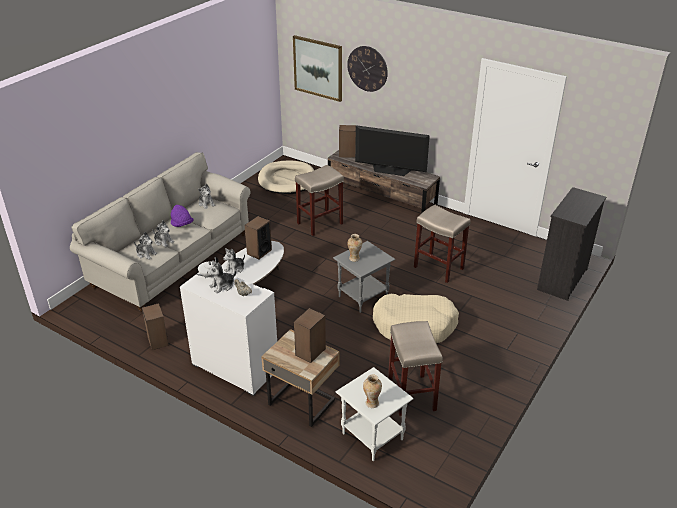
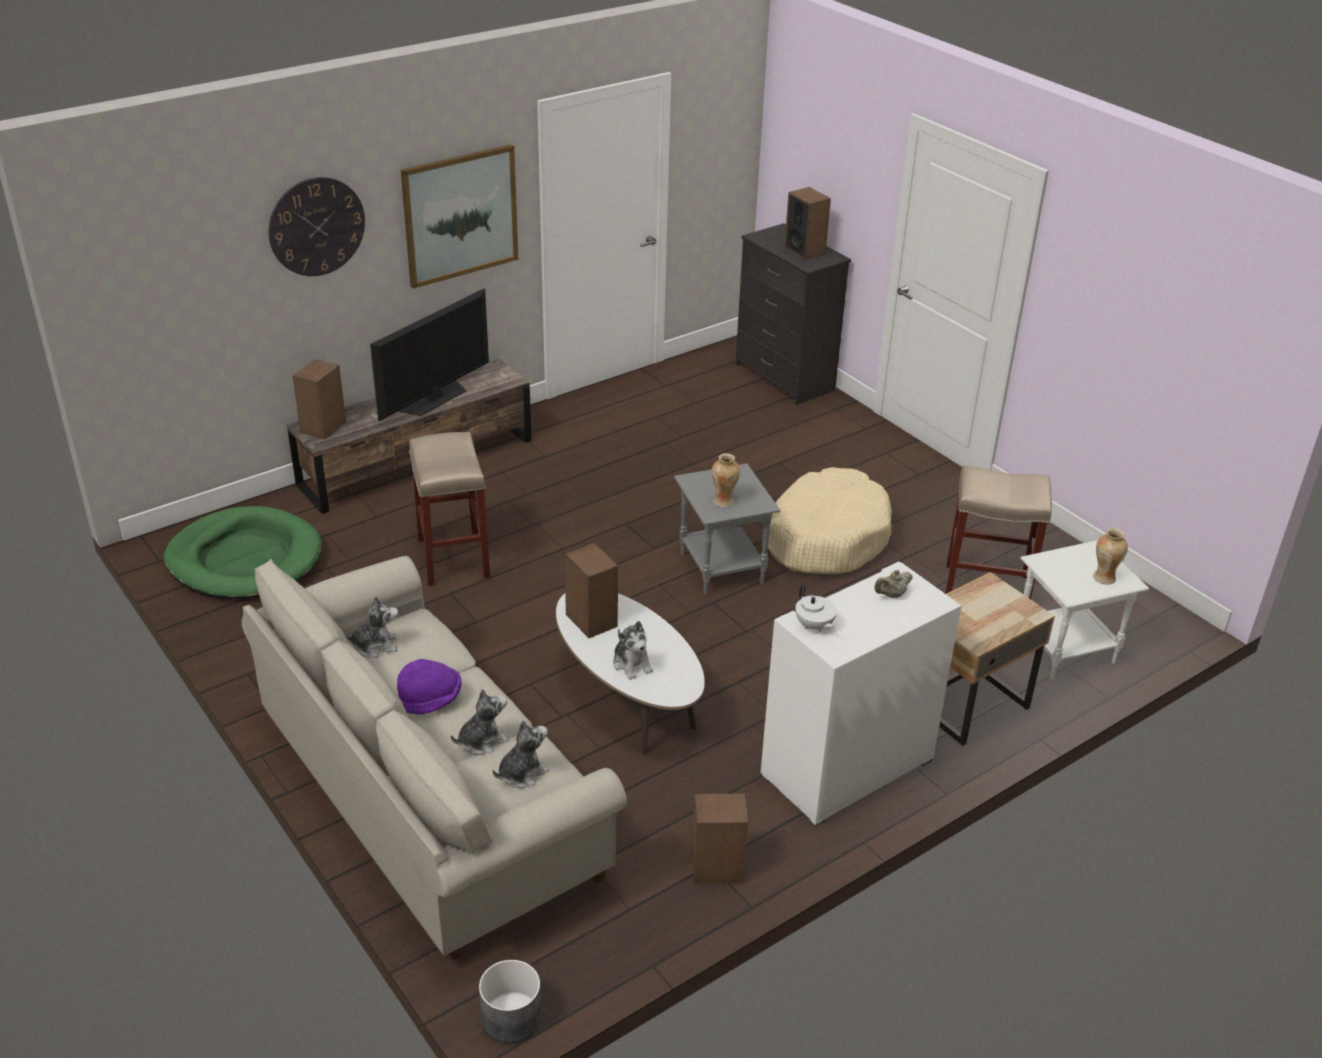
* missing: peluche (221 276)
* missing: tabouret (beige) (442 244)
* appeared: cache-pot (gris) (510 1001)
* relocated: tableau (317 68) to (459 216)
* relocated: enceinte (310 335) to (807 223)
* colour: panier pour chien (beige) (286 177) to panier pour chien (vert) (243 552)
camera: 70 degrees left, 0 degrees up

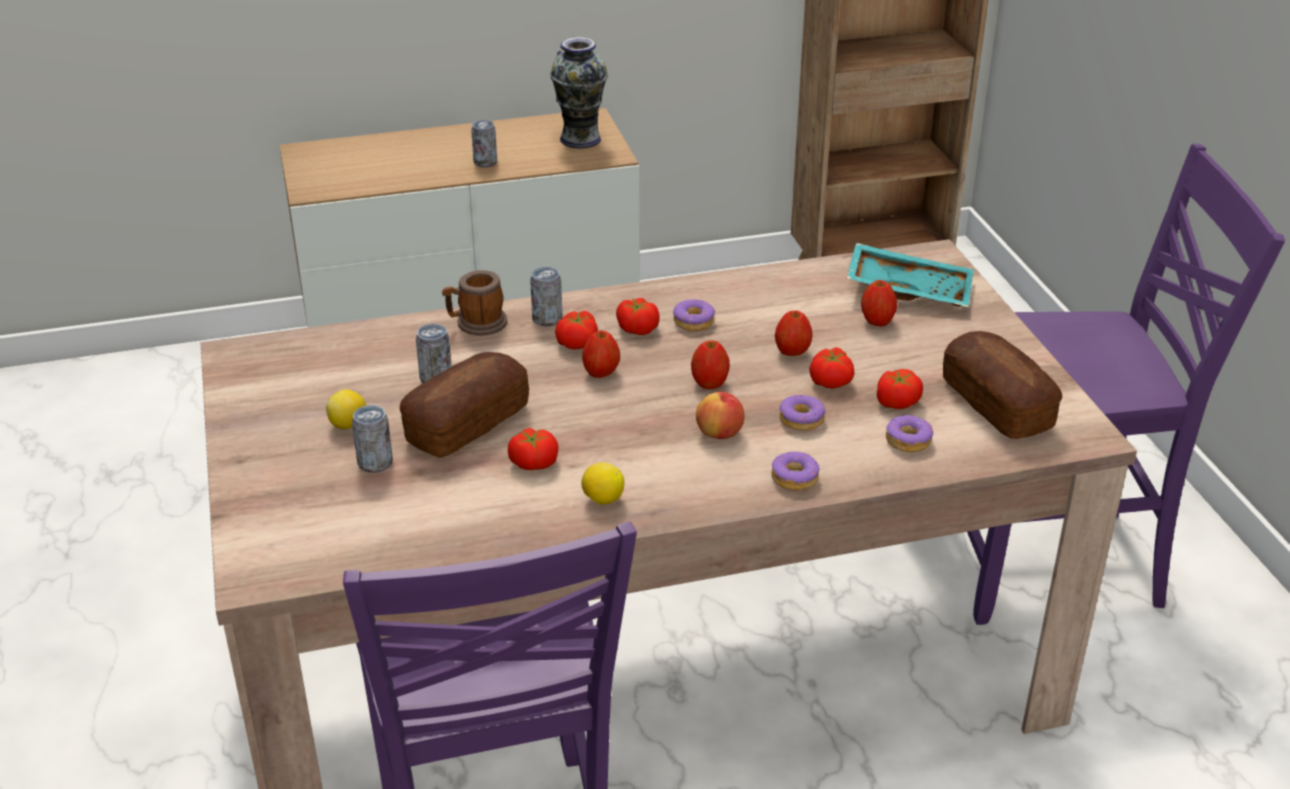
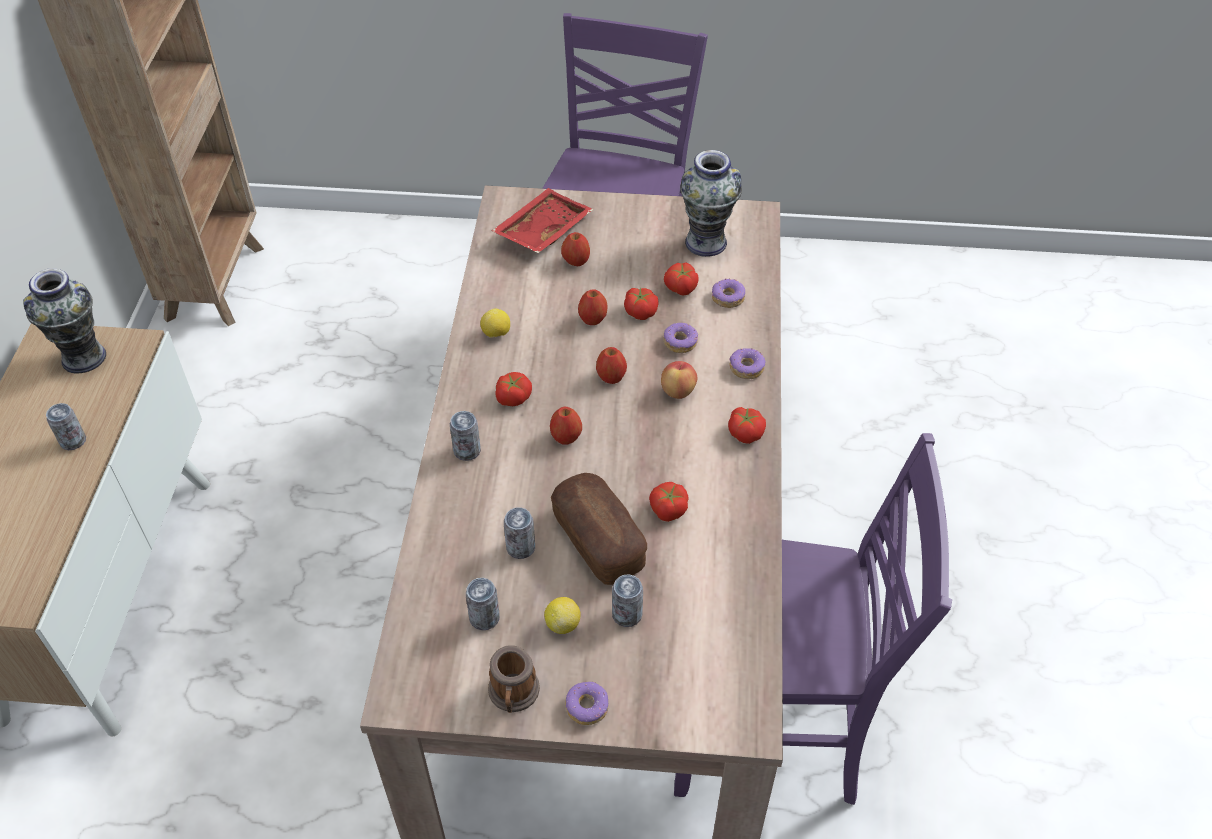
* appeared: boîte métallique (483 604)
* relocated: mug (474 303) to (514 679)
* relocated: tomate (576 330) to (747 425)
* relocated: citron (602 483) to (495 323)
* relocated: beignet (694 315) to (586 703)
* exchanged: pain (1002 385) to vase (711 203)
* colour: plateau (turquoise) (910 275) to plateau (rouge) (543 220)
camera: 70 degrees left, 15 degrees up

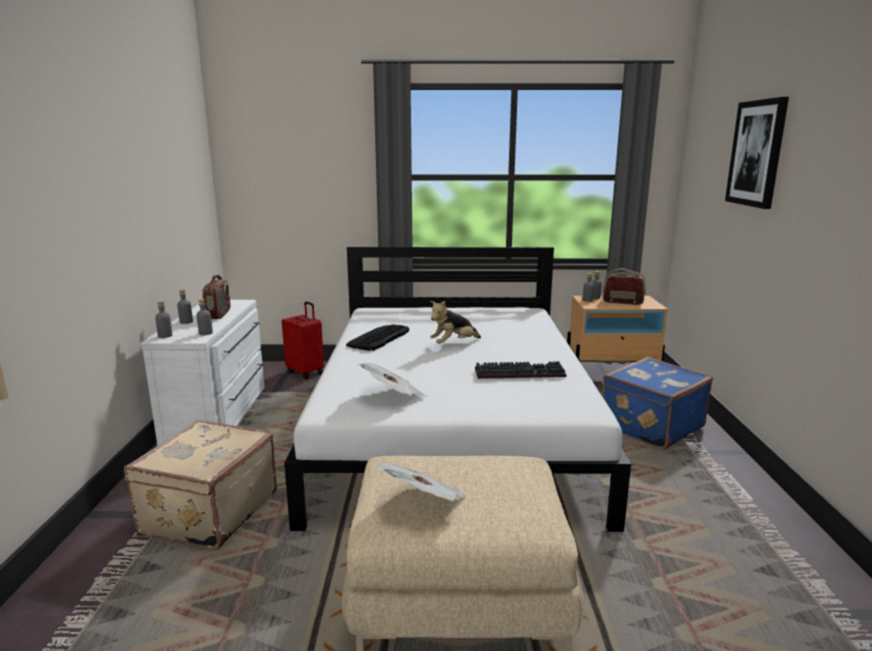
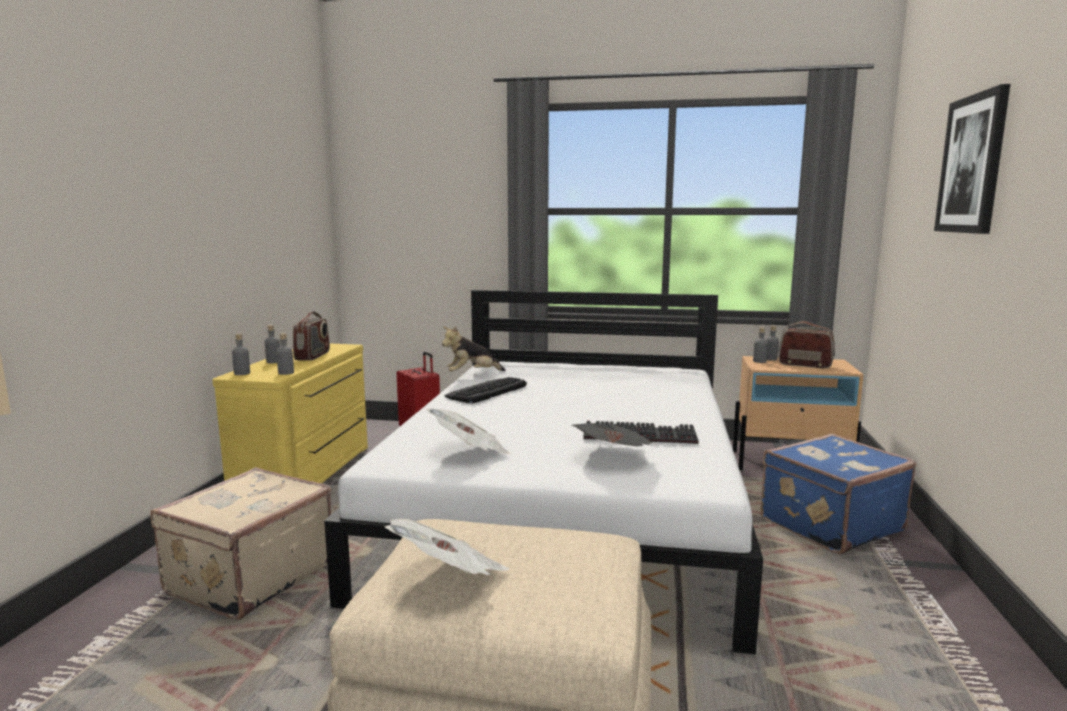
* appeared: journal (612 434)
* relocated: peluche (455 322) to (474 349)
* colour: commode (blanc) (203 373) to commode (jaune) (290 413)
camera: 10 degrees right, 5 degrees down

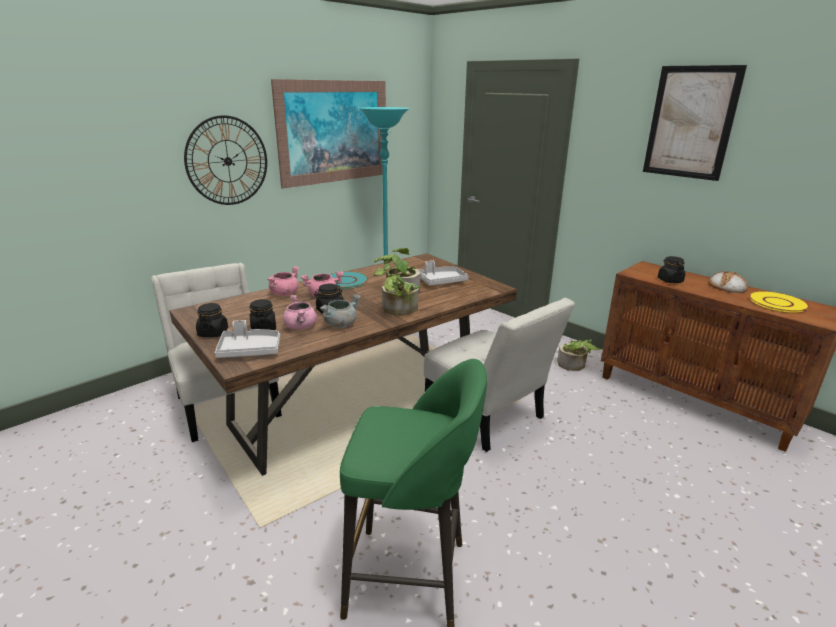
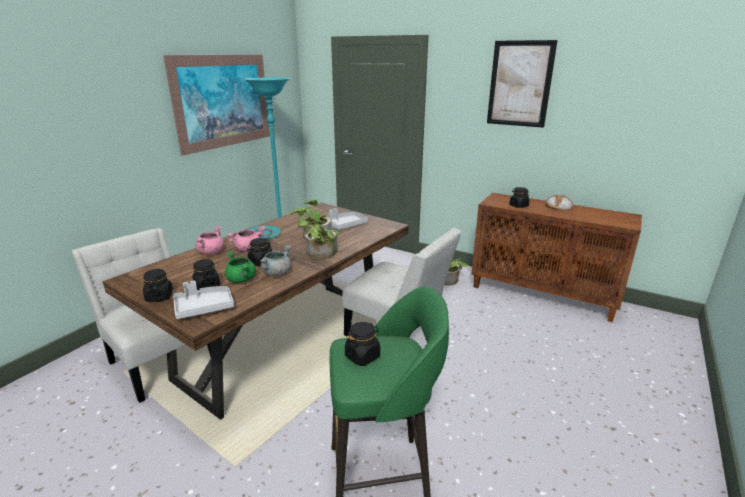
* missing: horloge murale (225 160)
* missing: assiette (jaune) (779 302)
* appeared: bocal (noir) (362 344)
* colour: marmite (rose) (300 311) to marmite (vert) (240 267)
camera: 15 degrees left, 0 degrees up

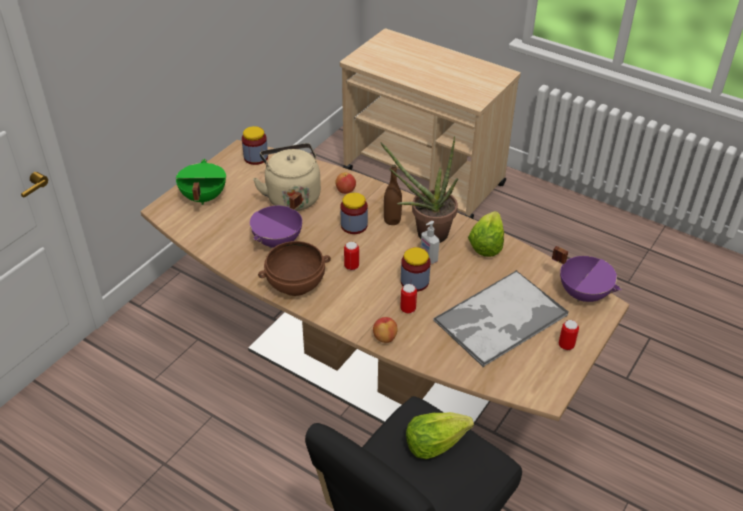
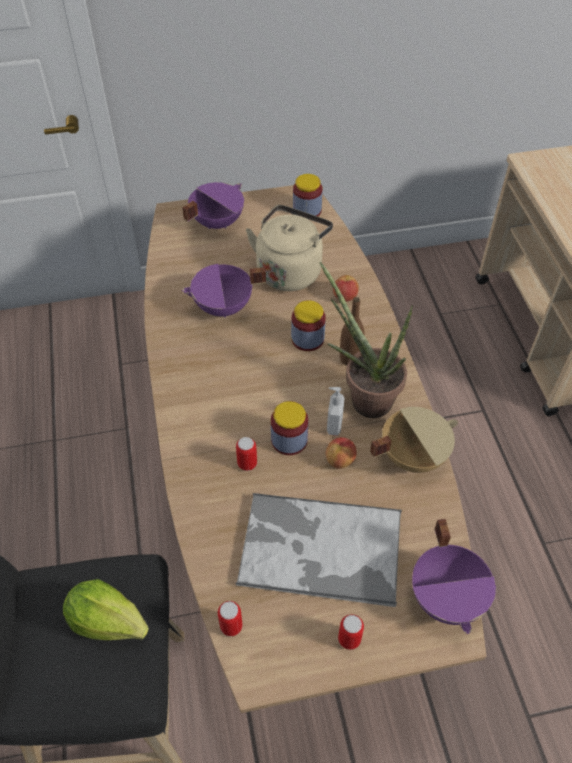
* missing: bol (marron) (294 268)
* relocated: boîte métallique (351 256) to (230 618)
* relocated: pomme (385 330) to (341 453)
* exchanged: laitue (486 234) to marmite (beige) (414 440)
* colour: marmite (vert) (201 182) to marmite (violet) (213 205)
camera: 45 degrees right, 10 degrees up

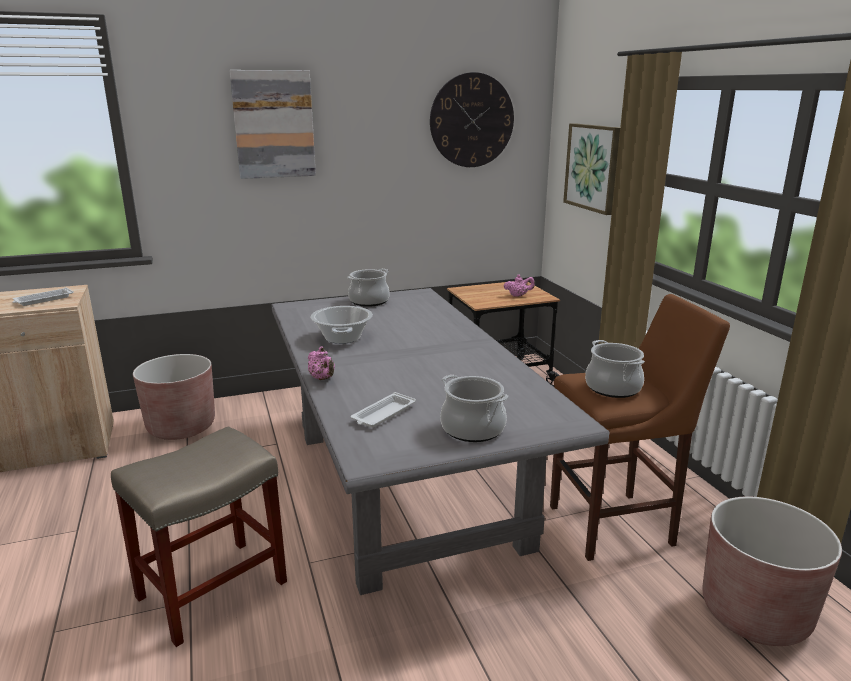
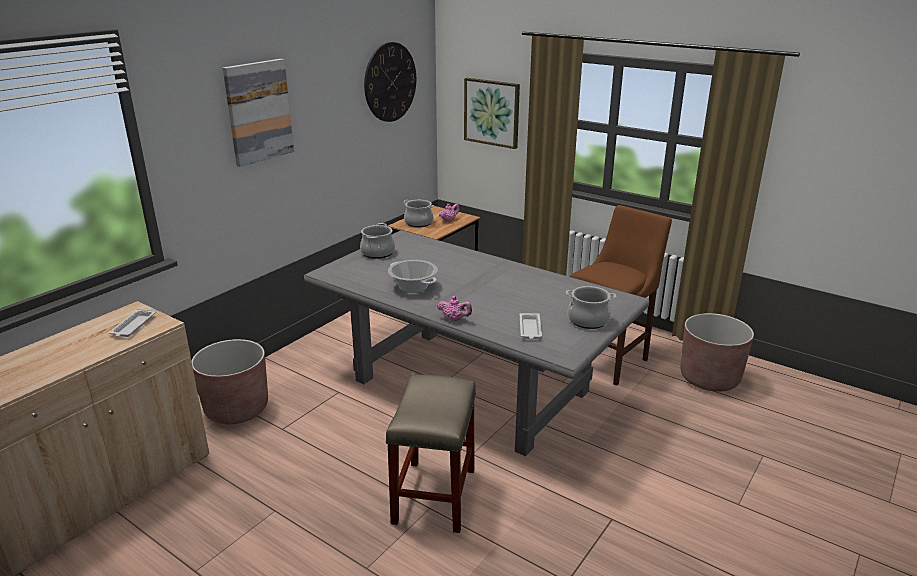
* relocated: marmite (615 369) to (418 213)
camera: 35 degrees left, 5 degrees up

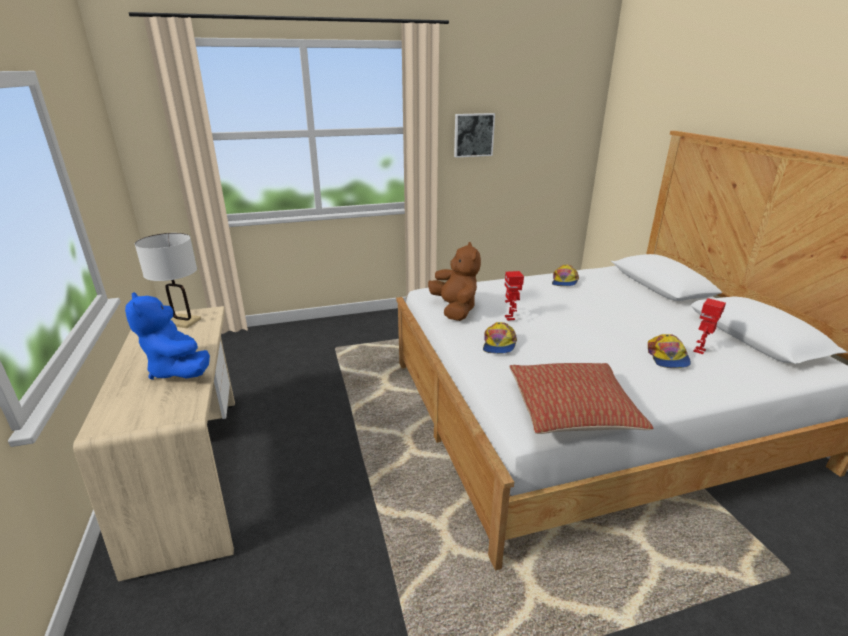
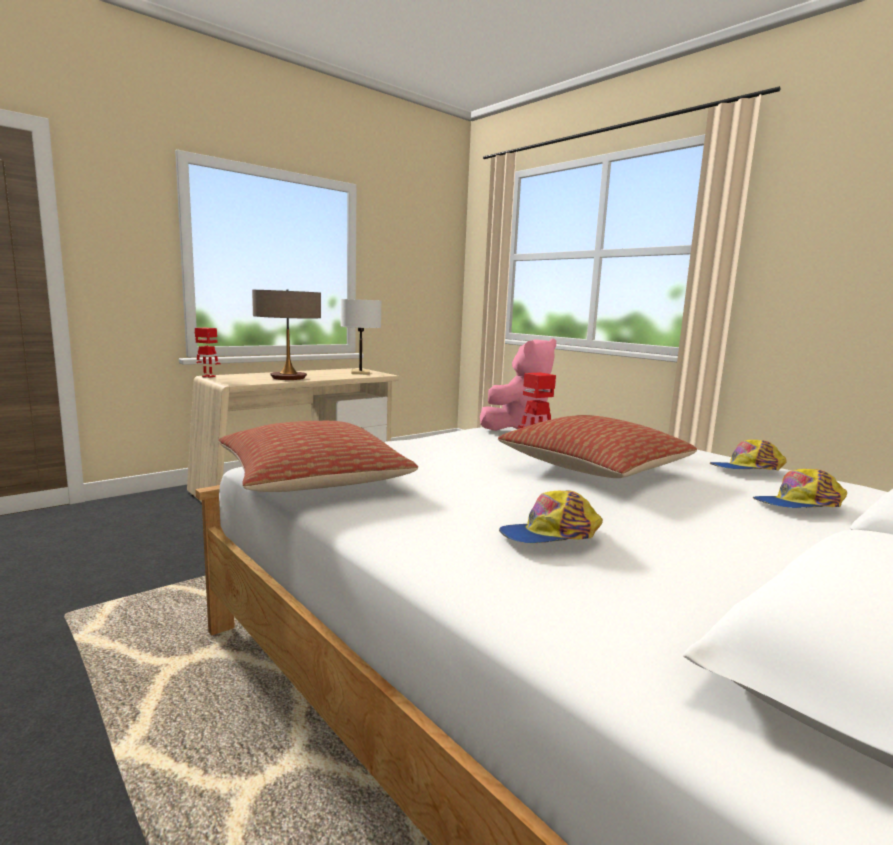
* missing: tableau (474 135)
* appeared: coussin (597 446)
* relocated: casquette (500 338) to (800 488)
* relocated: robot jouet (709 326) to (208 353)
* exchanged: peluche (bleu) (167 336) to lampe de table (286 334)
* colour: peluche (marron) (454 281) to peluche (rose) (518 384)
camera: 65 degrees right, 15 degrees down

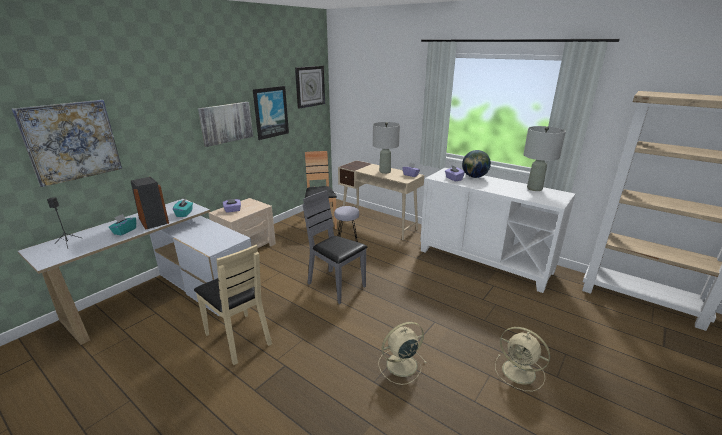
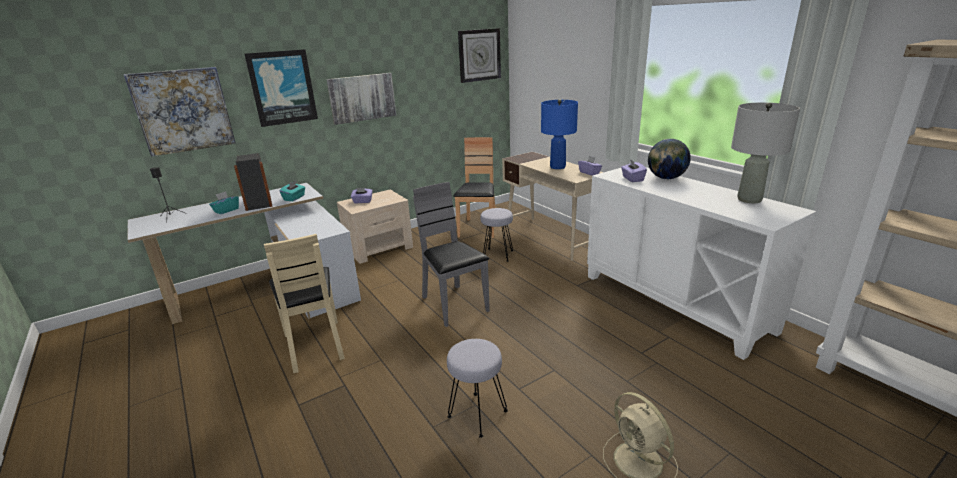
* relocated: tableau (271 113) to (281 88)
* exchanged: ventilateur (beige) (403 353) to tabouret (gris) (477 388)
* colour: lampe de table (gris) (386 148) to lampe de table (bleu) (559 134)
camera: 20 degrees right, 0 degrees up

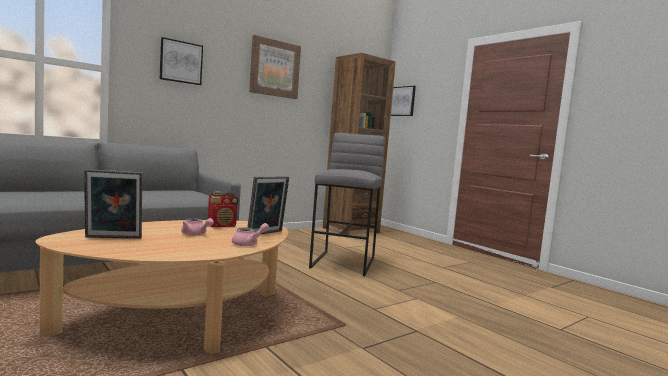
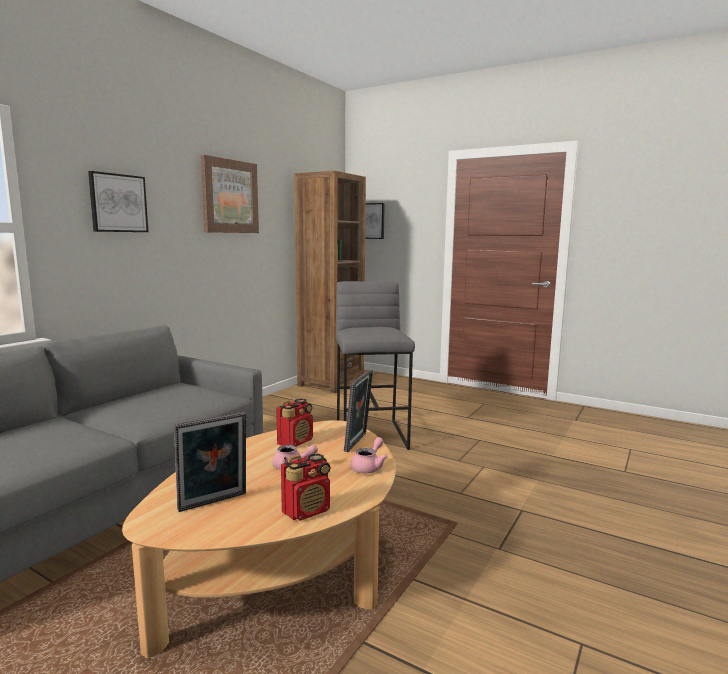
* appeared: radio (306 487)
camera: 20 degrees left, 5 degrees up

